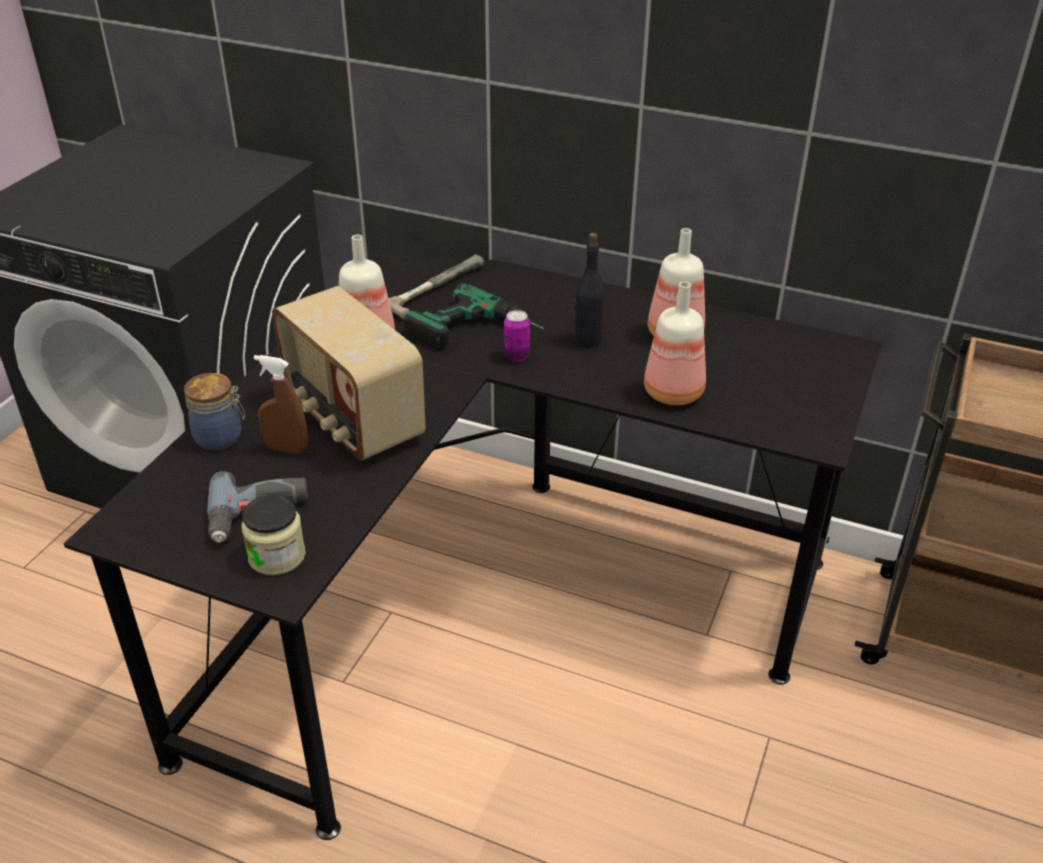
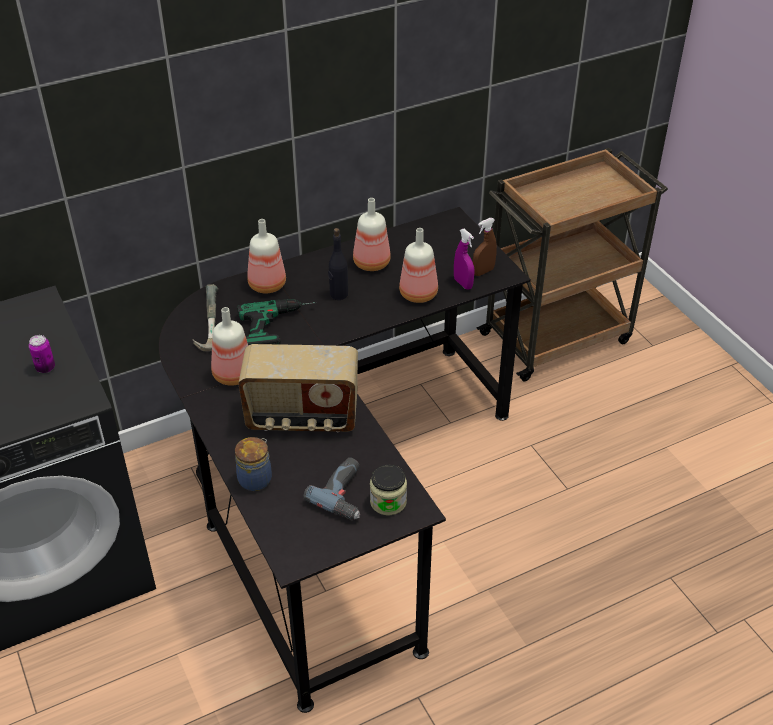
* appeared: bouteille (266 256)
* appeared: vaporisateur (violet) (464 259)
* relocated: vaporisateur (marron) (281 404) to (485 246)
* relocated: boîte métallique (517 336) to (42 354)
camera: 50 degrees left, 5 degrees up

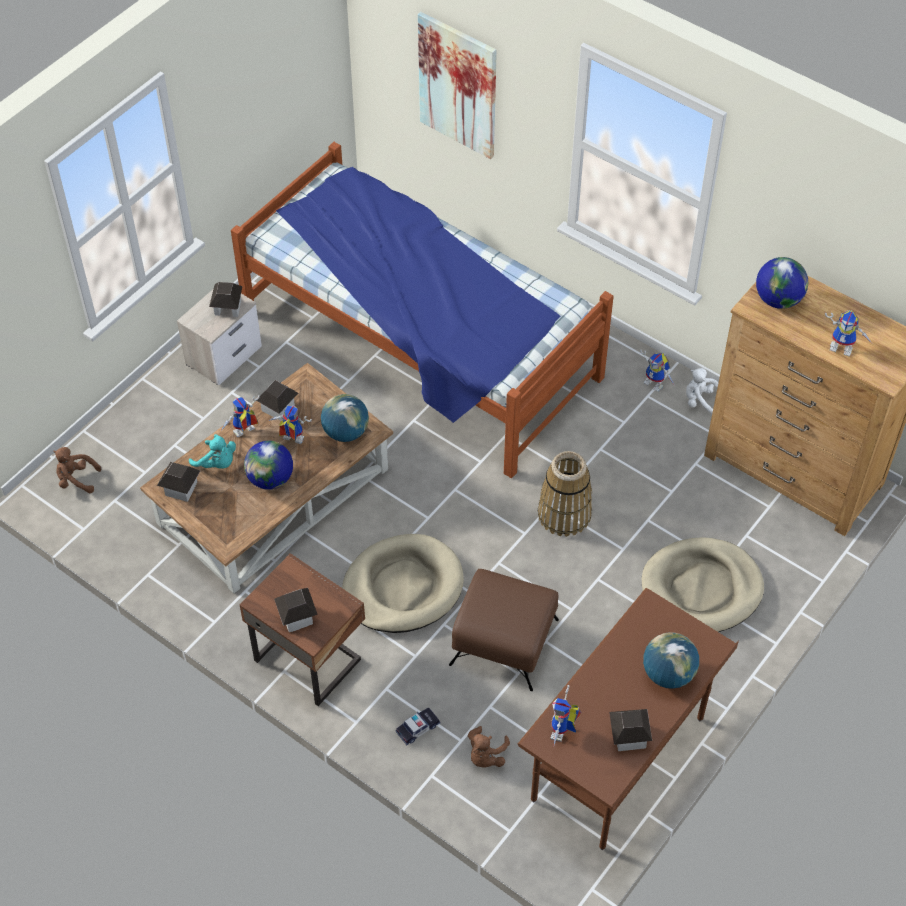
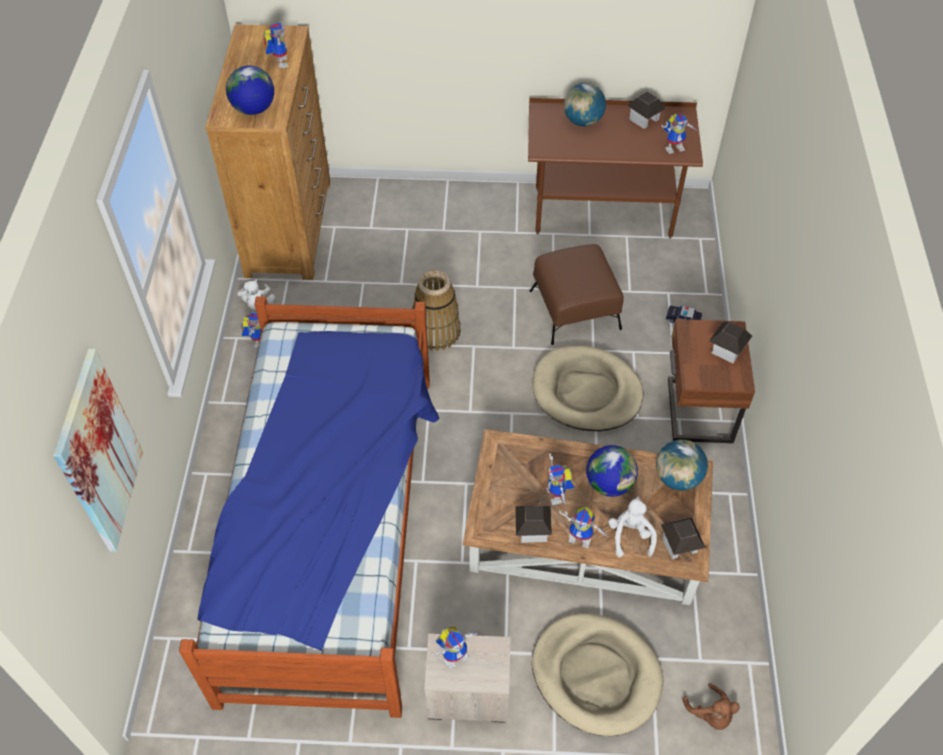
* missing: peluche (marron) (489 747)
* relocated: globe (345 418) to (682 465)
* relocated: panier pour chien (beige) (703 584) to (597 674)
* exchanged: maison miniature (225 299) to robot jouet (456 648)
* colour: peluche (turquoise) (212 451) to peluche (blanc) (632 527)
camera: 125 degrees left, 0 degrees up

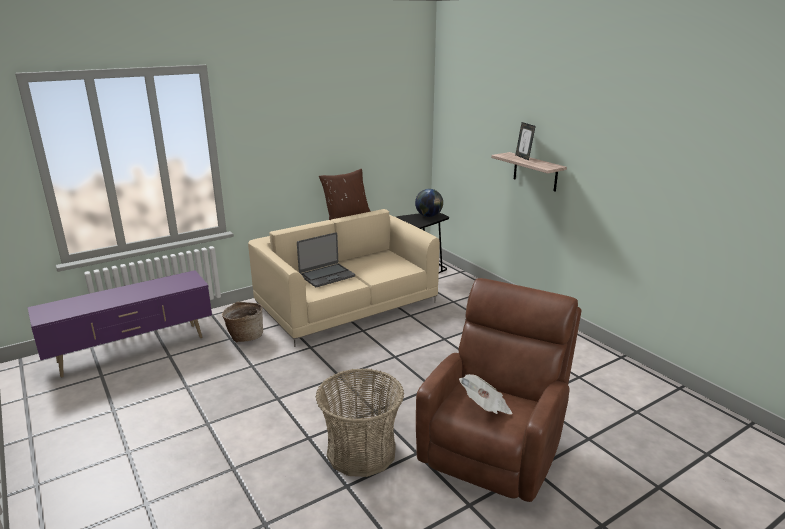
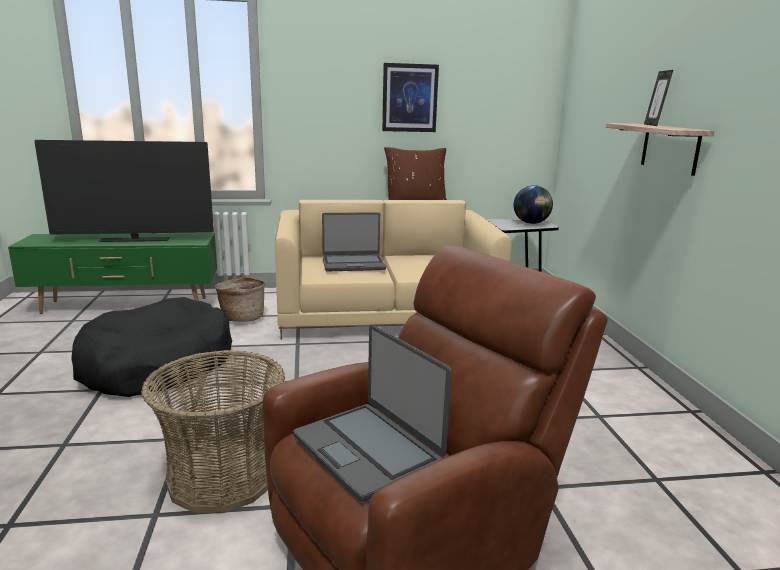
* appeared: téléviseur (124 191)
* appeared: panier pour chien (noir) (151 347)
* appeared: tableau (410 97)
* exchanged: journal (486 394) to ordinateur portable (372 413)
* colour: meuble télé (violet) (120 323) to meuble télé (vert) (112 273)
camera: 25 degrees right, 5 degrees down

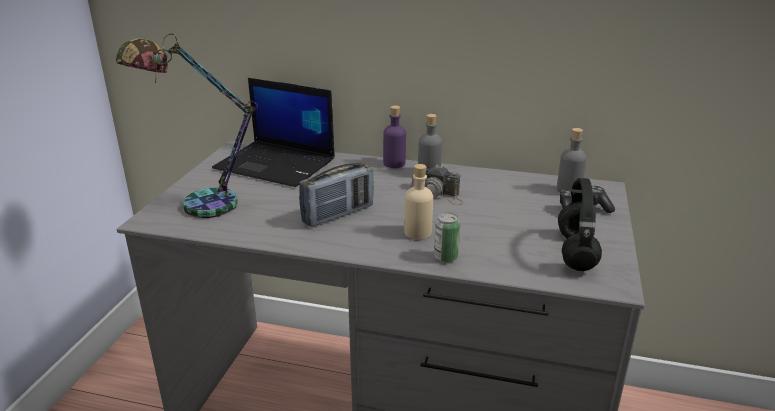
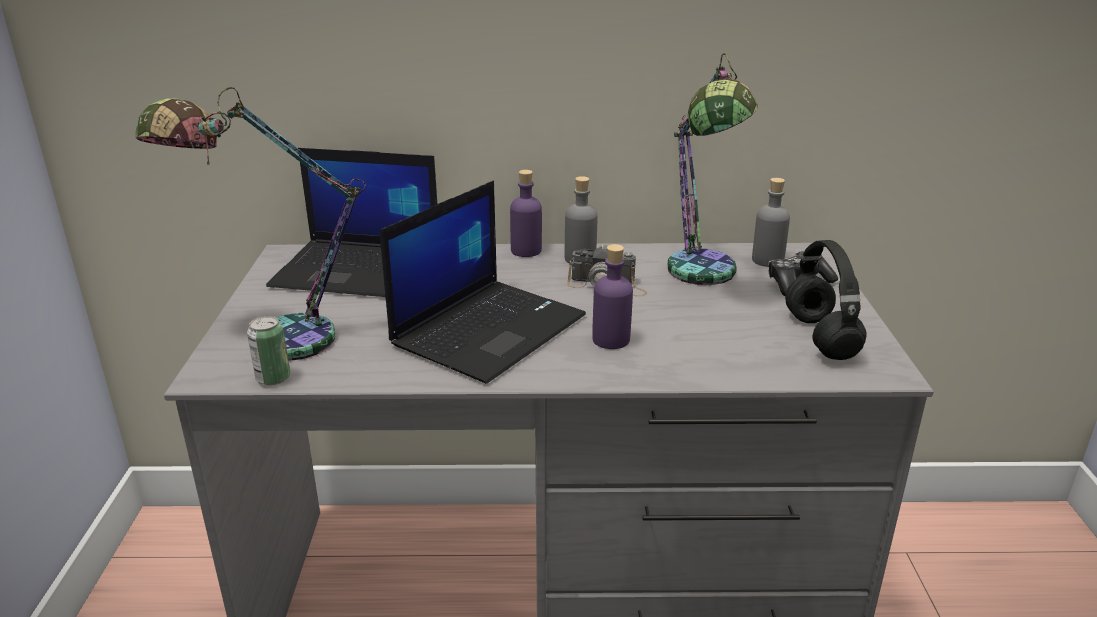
* appeared: lampe de table (713 169)
* relocated: boîte métallique (447 237) to (268 350)
* exchanged: radio (336 194) to ordinateur portable (483 282)
* colour: bouteille (beige) (418 202) to bouteille (violet) (612 296)
camera: 15 degrees left, 0 degrees up

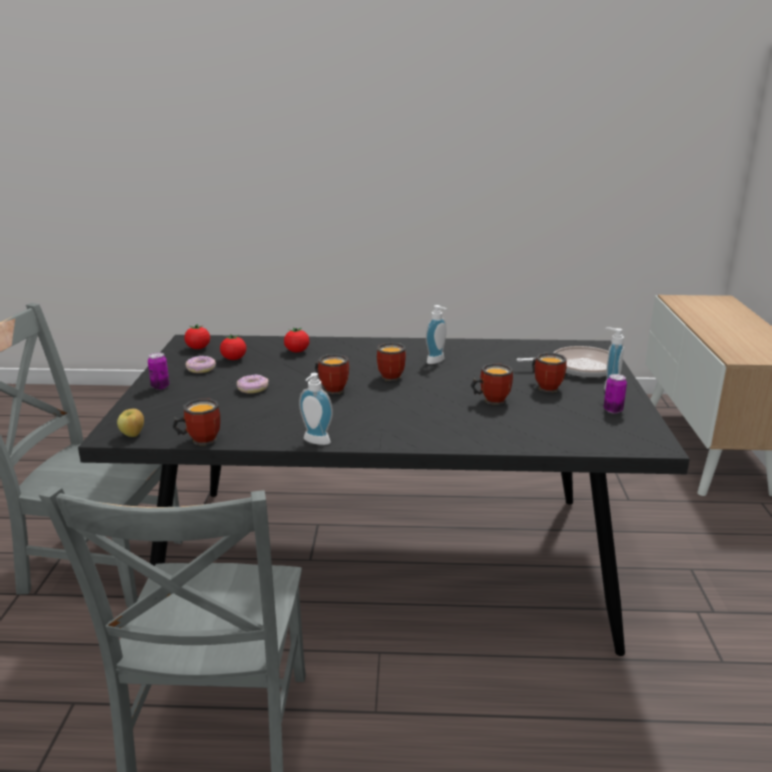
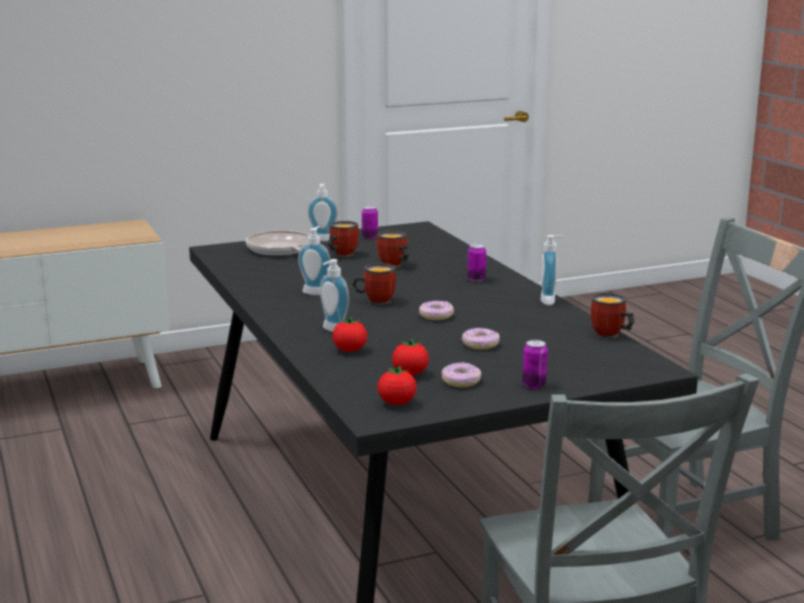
* missing: pomme (130 423)
* appeared: distributeur de savon (334 295)
* appeared: boîte métallique (476 262)
* exchanged: mug (332 374) to beignet (436 310)
camera: 115 degrees left, 5 degrees down

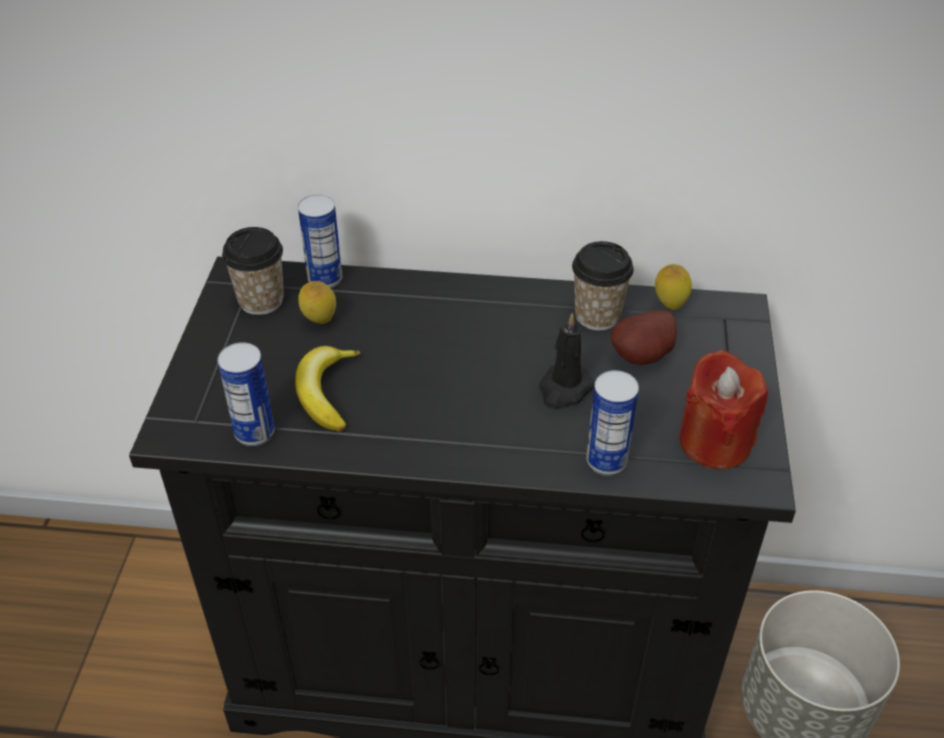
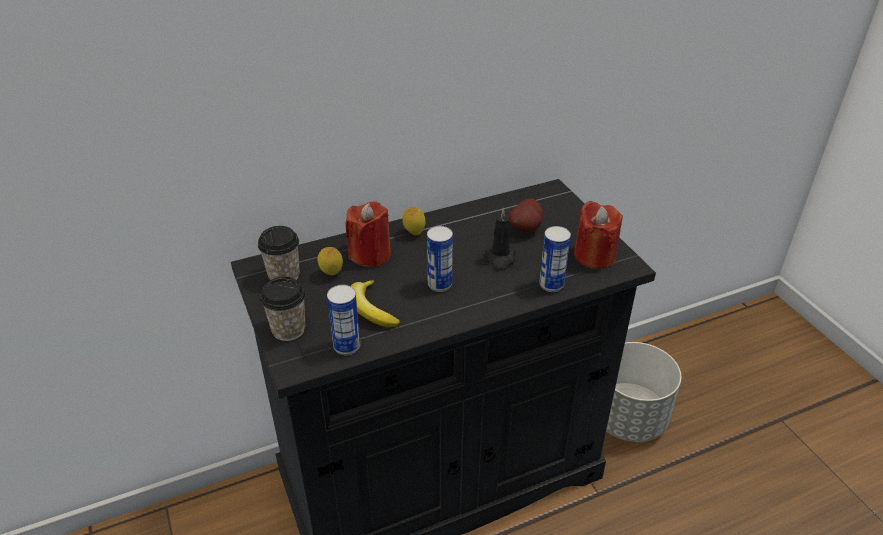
* appeared: bougie (rouge) (368 234)
* relocated: boîte métallique (320 241) to (440 259)
* relocated: tasse (603 285) to (282 309)
* relocated: citron (673 287) to (414 221)
camera: 30 degrees left, 5 degrees down

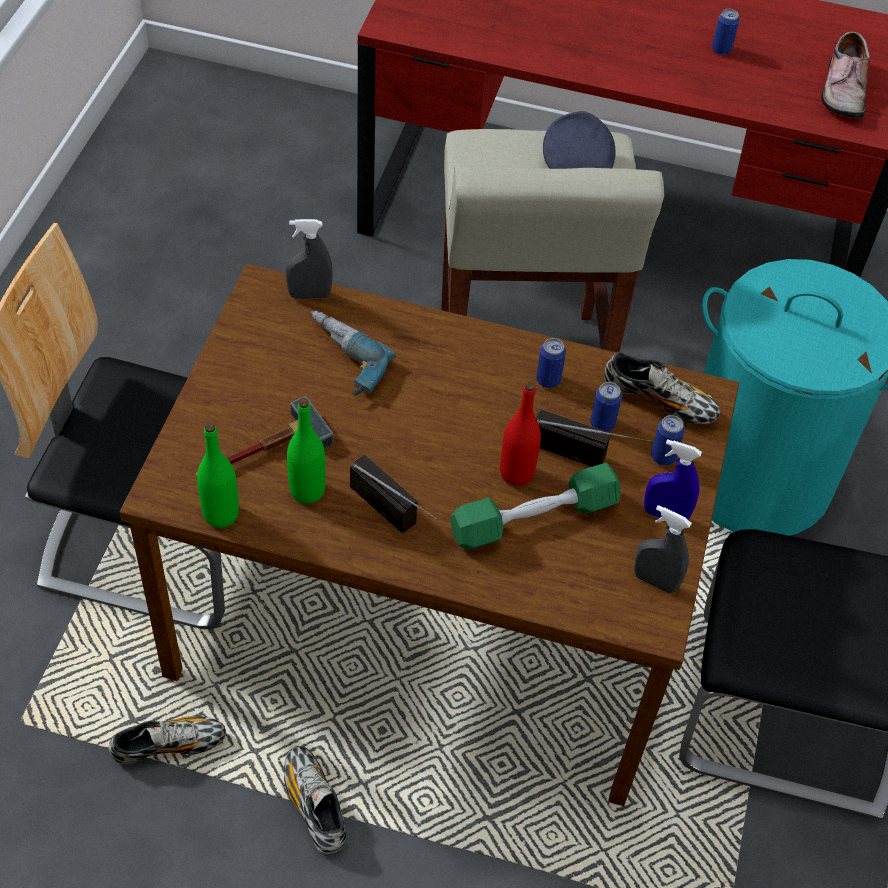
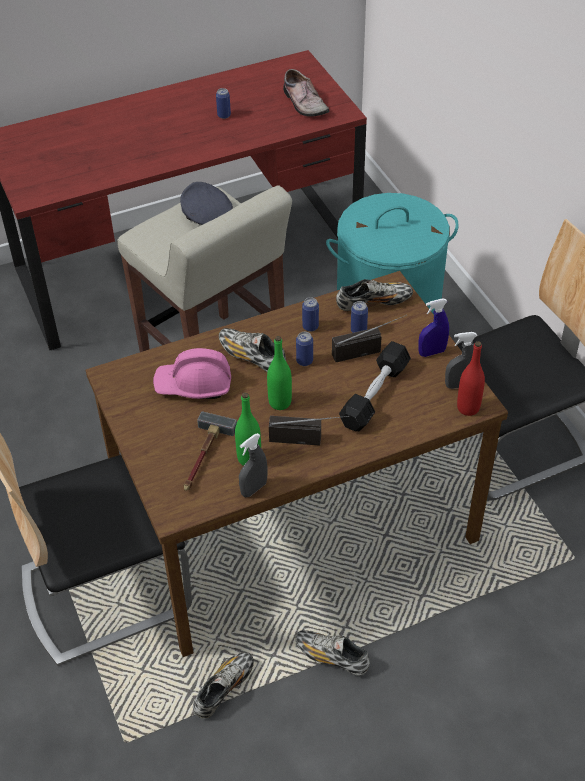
* appeared: chaussure (252 350)
* relocated: bouteille (vert) (218 475) to (279 373)
* relocated: vaporisateur (gris) (309 259) to (253 465)
* relocated: bouteille (rouge) (520 434) to (471 378)
* relocated: boîte métallique (668 440) to (304 349)
* exchanged: perceuse (353 353) to casque de chantier (rose) (192 373)
* colour: haltère (vert) (535 506) to haltère (noir) (375 386)
camera: 35 degrees left, 5 degrees down

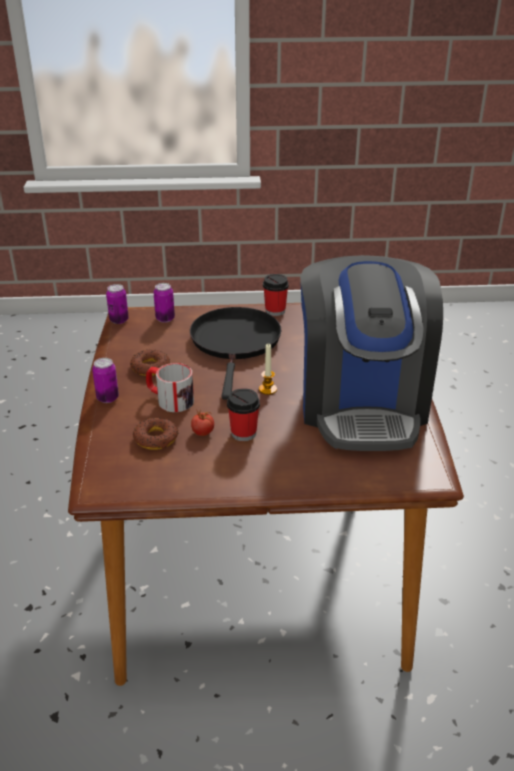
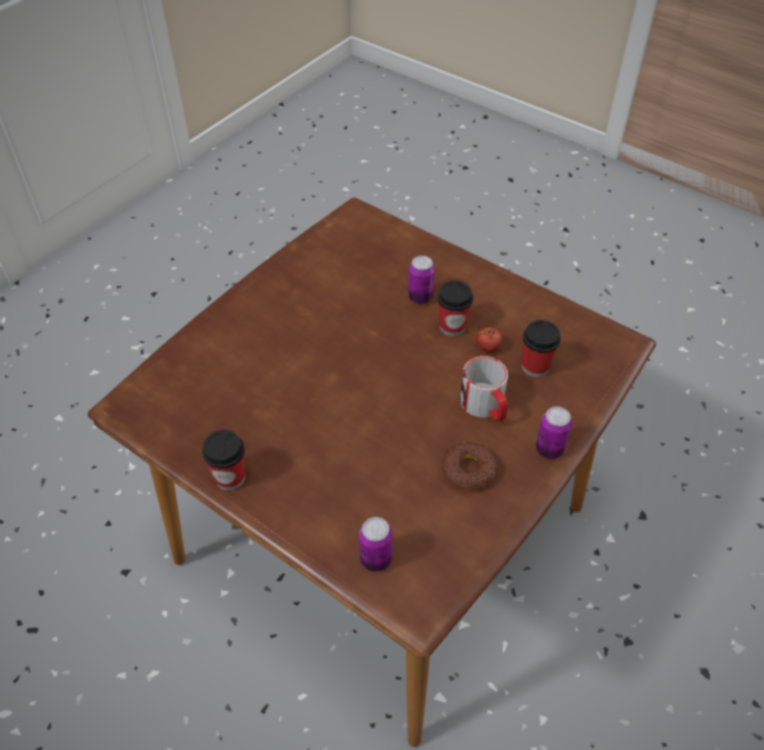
* missing: poêle (noir) (236 353)
* missing: bougie (268 369)
* missing: machine à café (371 353)
* relocated: boîte métallique (117 304) to (421 280)
* exchanged: beignet (156 434) to tasse (541 348)
camera: 140 degrees left, 15 degrees up

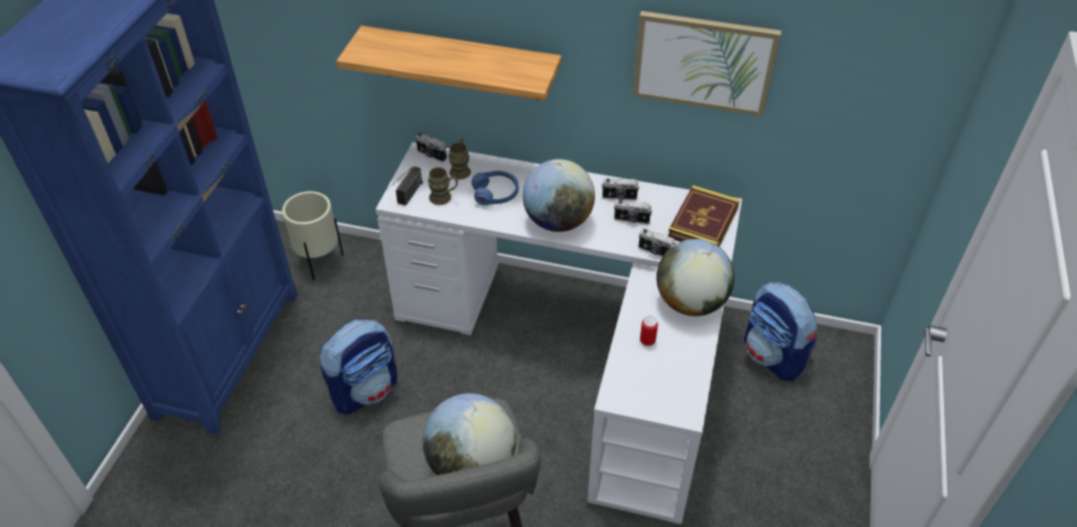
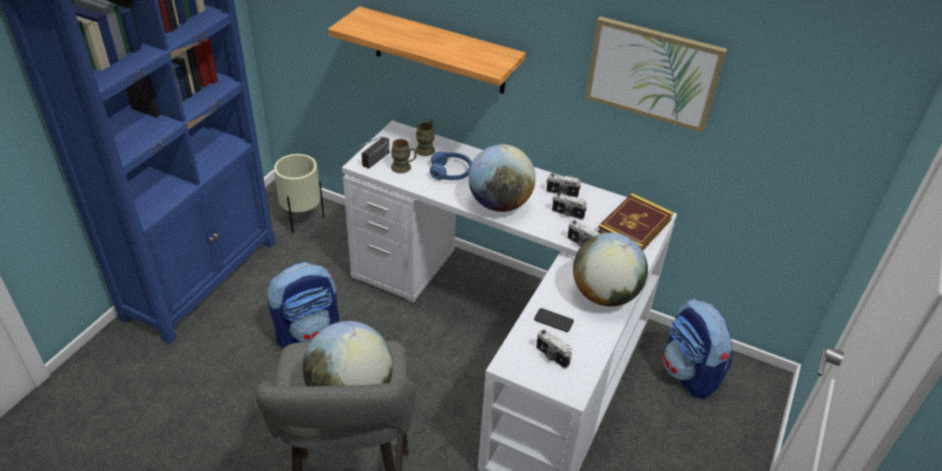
* relocated: appareil photo (431 147) to (554 348)
* exchanged: boîte métallique (649 331) to téléphone (554 320)
camera: 10 degrees right, 5 degrees down

